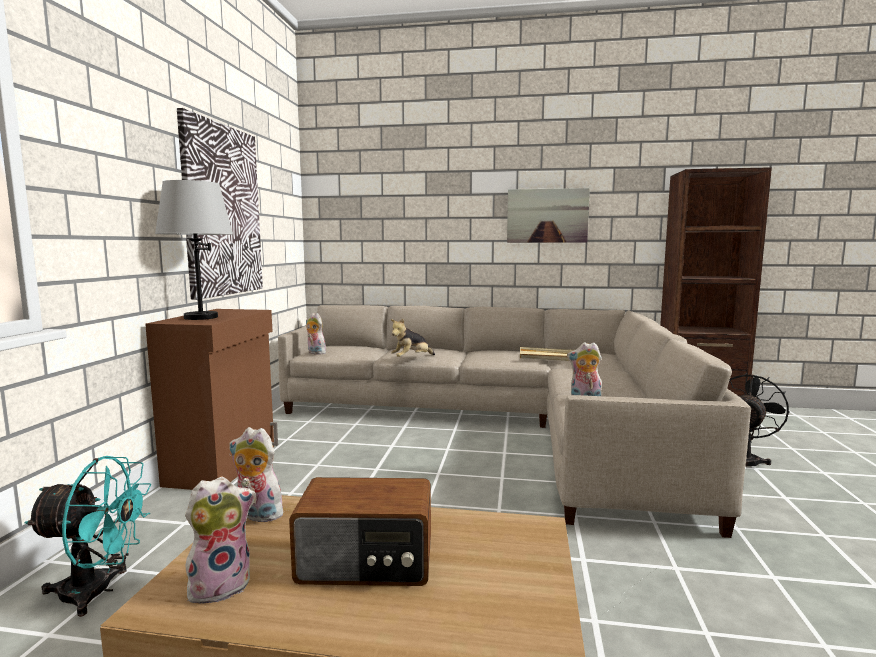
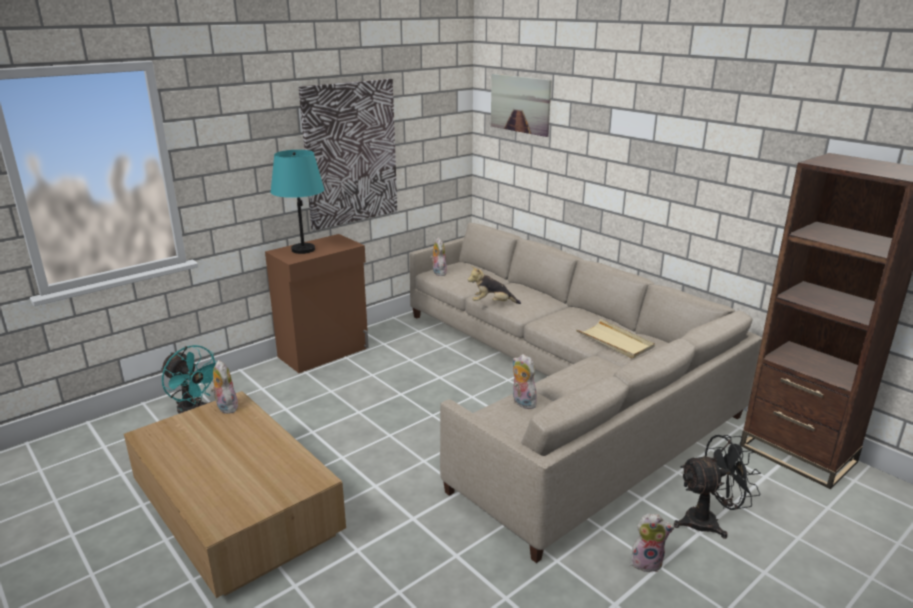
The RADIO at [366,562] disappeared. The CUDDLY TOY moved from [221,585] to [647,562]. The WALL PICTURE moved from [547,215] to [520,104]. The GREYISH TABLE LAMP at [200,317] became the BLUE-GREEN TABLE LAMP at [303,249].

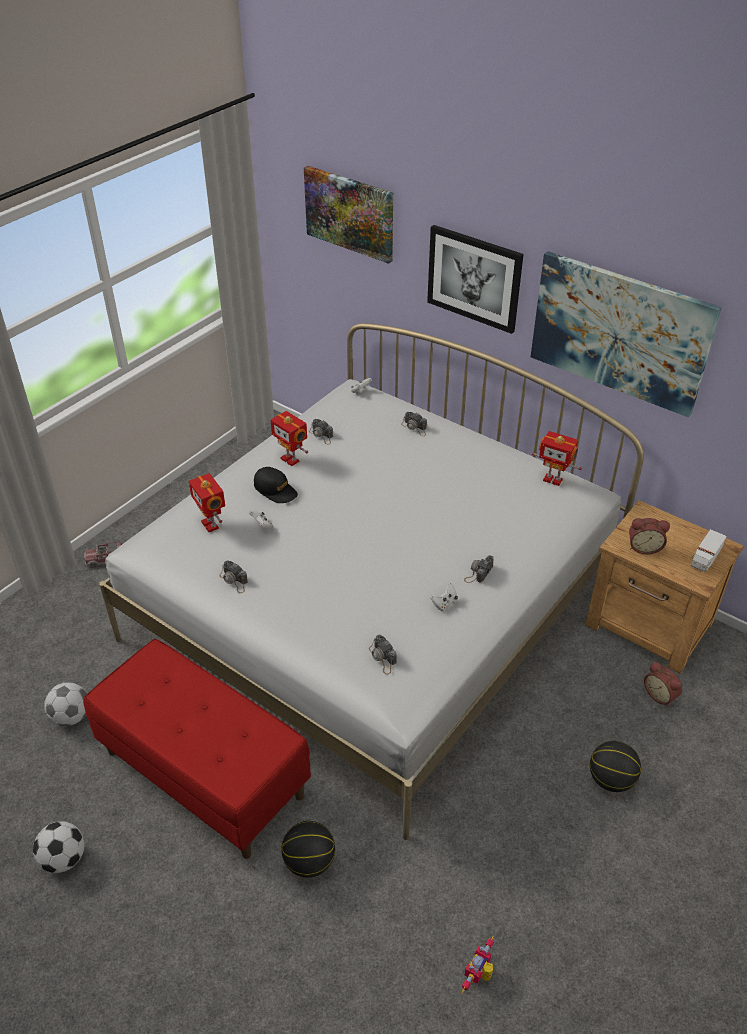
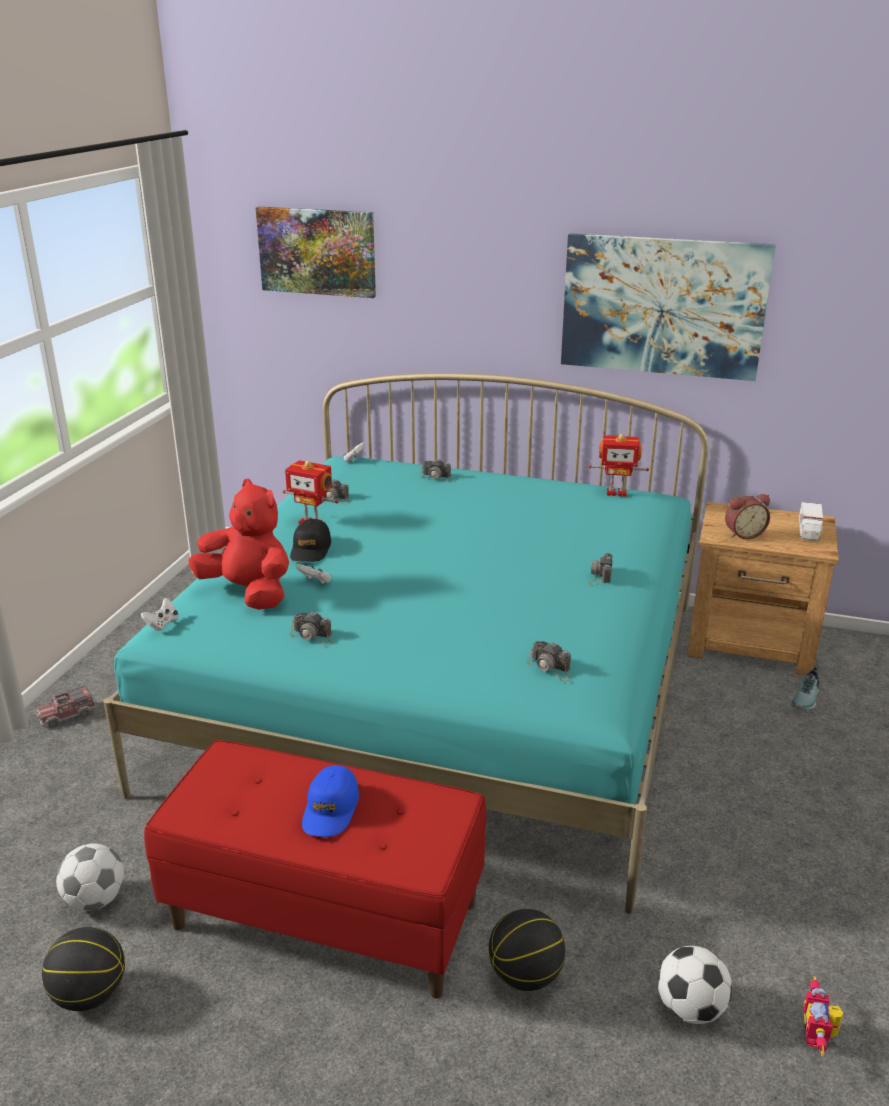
The WALL PICTURE at [474,278] disappeared. The BLUISH PEAKED CAP at [330,809] appeared. The BALL FOR FOOTBALL moved from [64,858] to [690,1008]. The WHITE-COLOURED GAMEPAD moved from [444,603] to [162,624]. The BASKETBALL moved from [611,780] to [90,995]. The TOY ROBOT at [211,524] was replaced by the RED CUDDLY TOY at [248,592]. The TABLE CLOCK at [660,694] was replaced by the ITEM OF FOOTWEAR at [807,698]. The WHITE-COLOURED BED at [374,607] became the BLUE-GREEN BED at [445,690]. The BLACK-COLOURED PEAKED CAP at [275,490] turned 75 degrees clockwise.

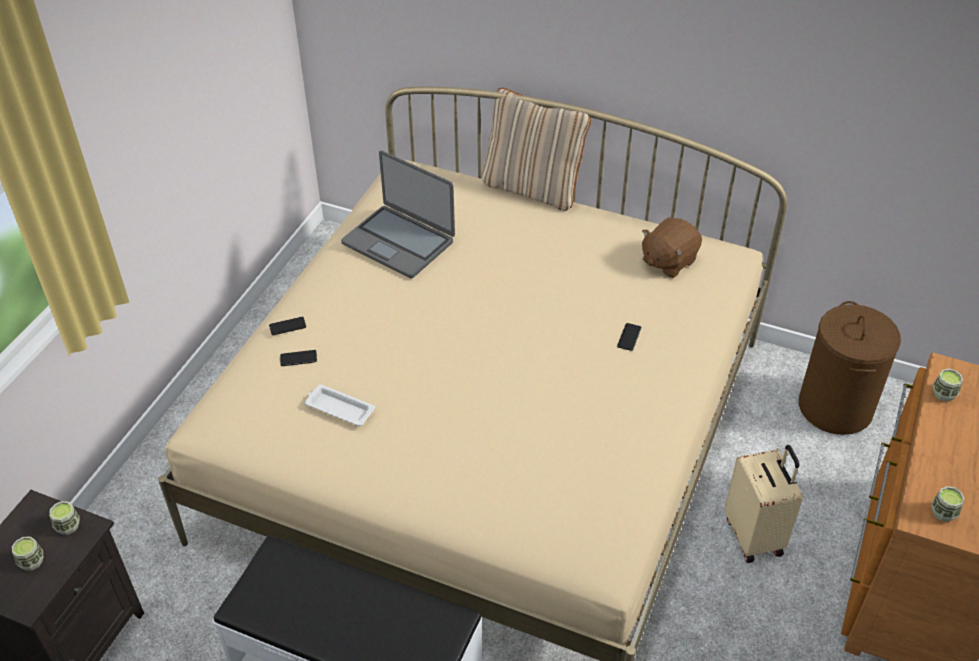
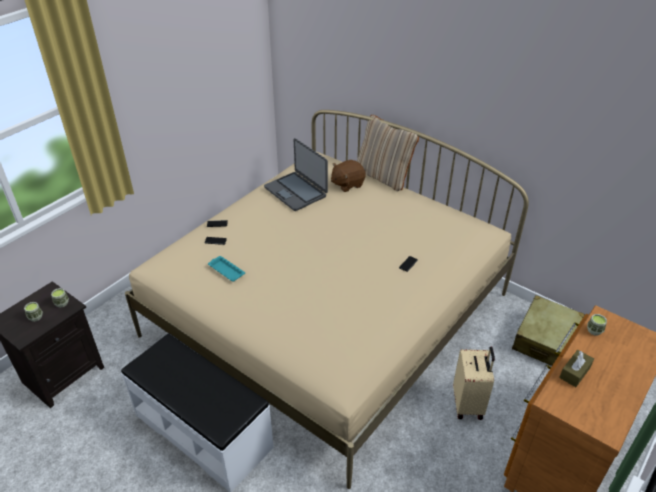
The DRINKING CUP at [943,513] disappeared. The BROWN TISSUE BOX at [574,372] appeared. The BROWN CUDDLY TOY moved from [668,261] to [347,184]. The BROWN HAMPER at [835,407] was replaced by the SAND-COLOURED TRAVEL CASE at [545,340]. The WHITE-COLOURED CARRYING TRAY at [339,408] became the BLUE-GREEN CARRYING TRAY at [226,270].

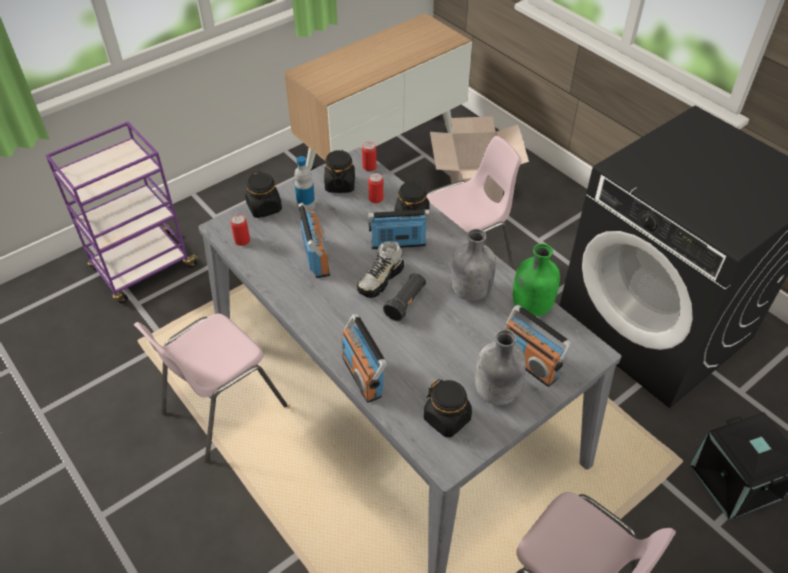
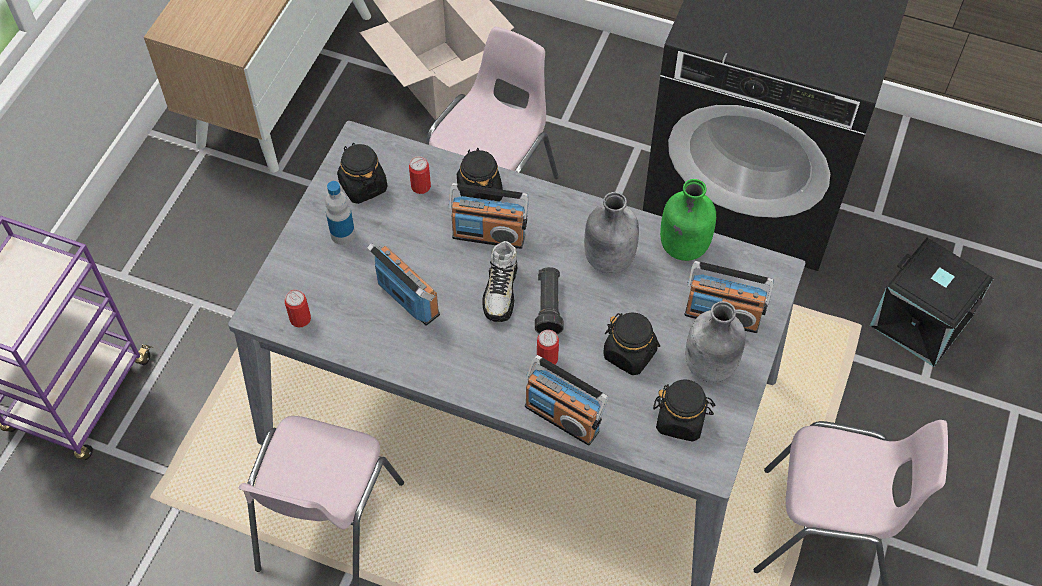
The BLACK-COLOURED JAR moved from [264,208] to [630,354]. The CAN moved from [369,167] to [547,358]. The RADIO at [398,243] turned 135 degrees counterclockwise.

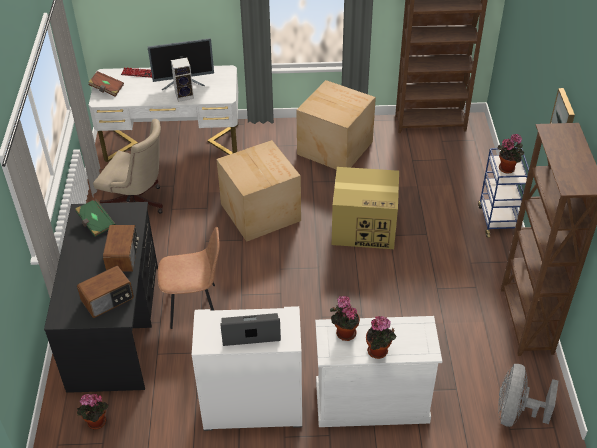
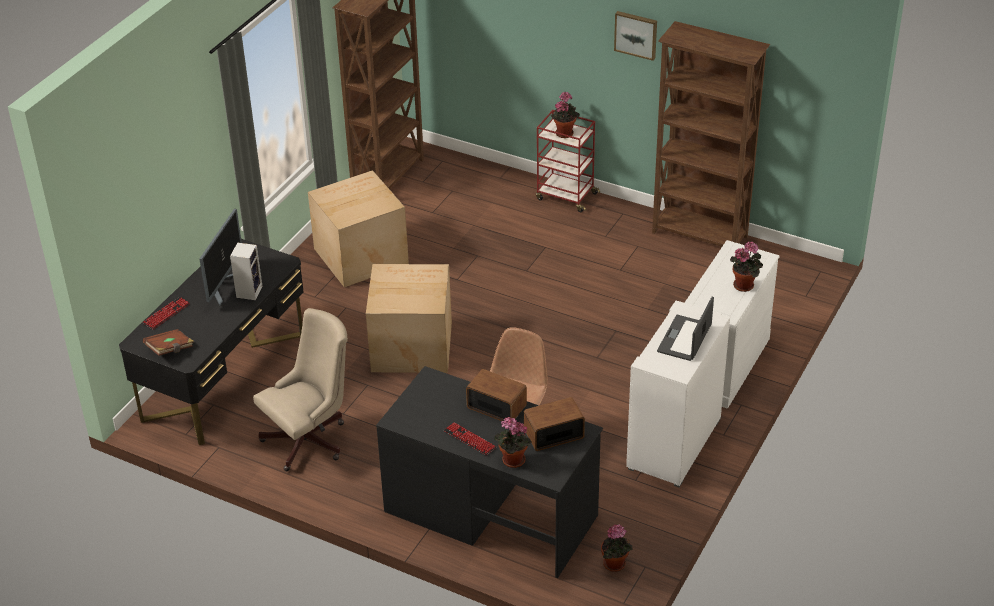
The GREENISH BOUND BOOK at [96,223] disappeared. The PACKING BOX at [365,227] disappeared. The GREYISH COOLING FAN at [516,412] disappeared. The PC KEYBOARD at [469,439] appeared. The HOUSEPLANT moved from [344,333] to [512,461]. The WHITE-COLOURED DESK TABLE at [172,142] became the BLACK-COLOURED DESK TABLE at [224,376]. The BLUISH TROLLEY at [497,220] became the RED TROLLEY at [565,196]. The RADIO at [108,300] turned 105 degrees counterclockwise.

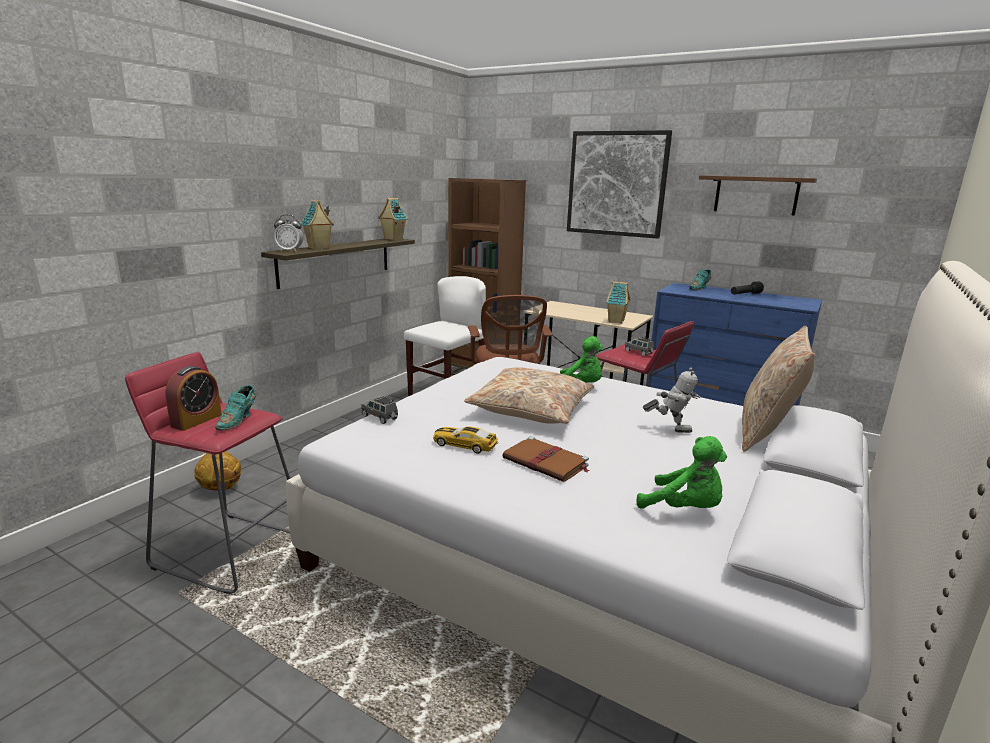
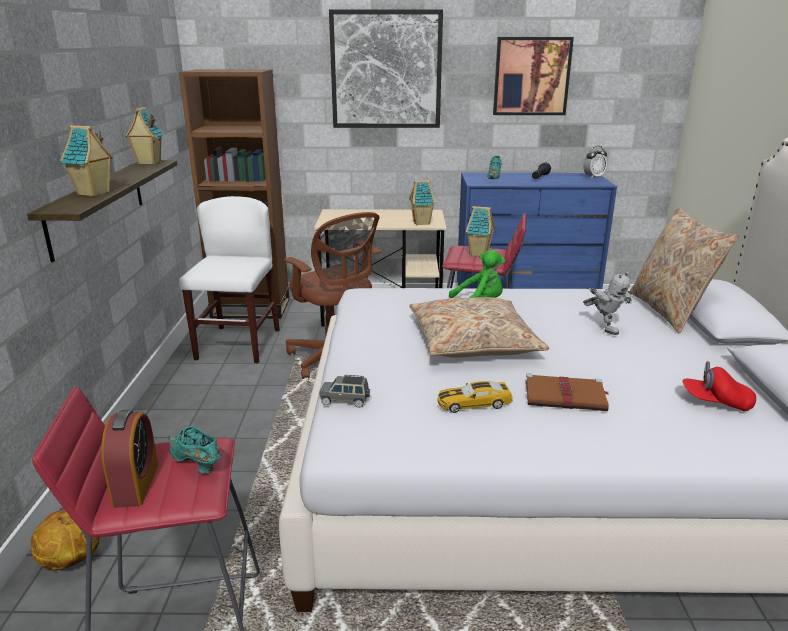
The TABLE CLOCK moved from [290,251] to [593,177]. The GREYISH MINIATURE CAR at [639,352] was replaced by the MINIATURE HOUSE at [479,254]. The GREENISH CUDDLY TOY at [684,509] was replaced by the RED PEAKED CAP at [715,402]. The WALL SHELF at [756,195] was replaced by the WALL PICTURE at [531,76]. The BLUE-GREEN ITEM OF FOOTWEAR at [238,420] turned 150 degrees clockwise. The TOY ROBOT at [669,429] turned 75 degrees clockwise.

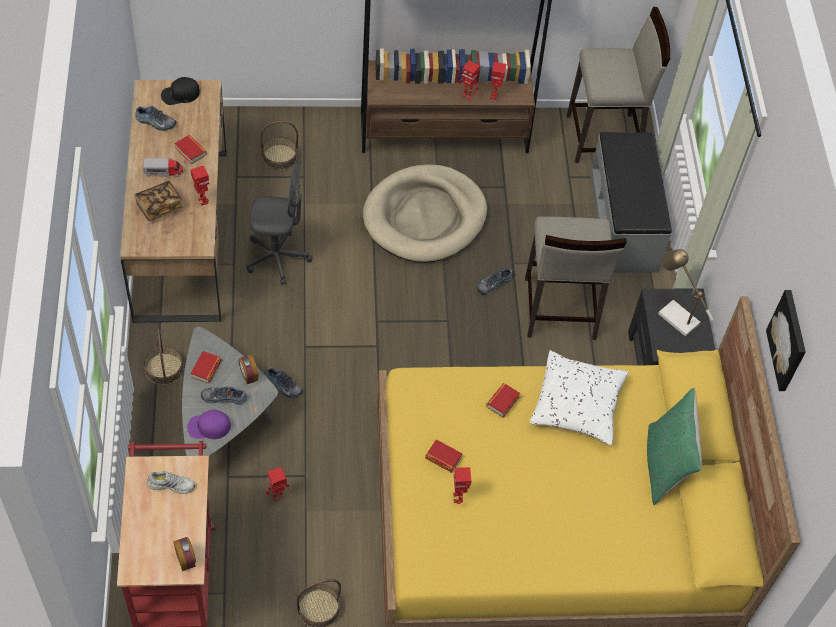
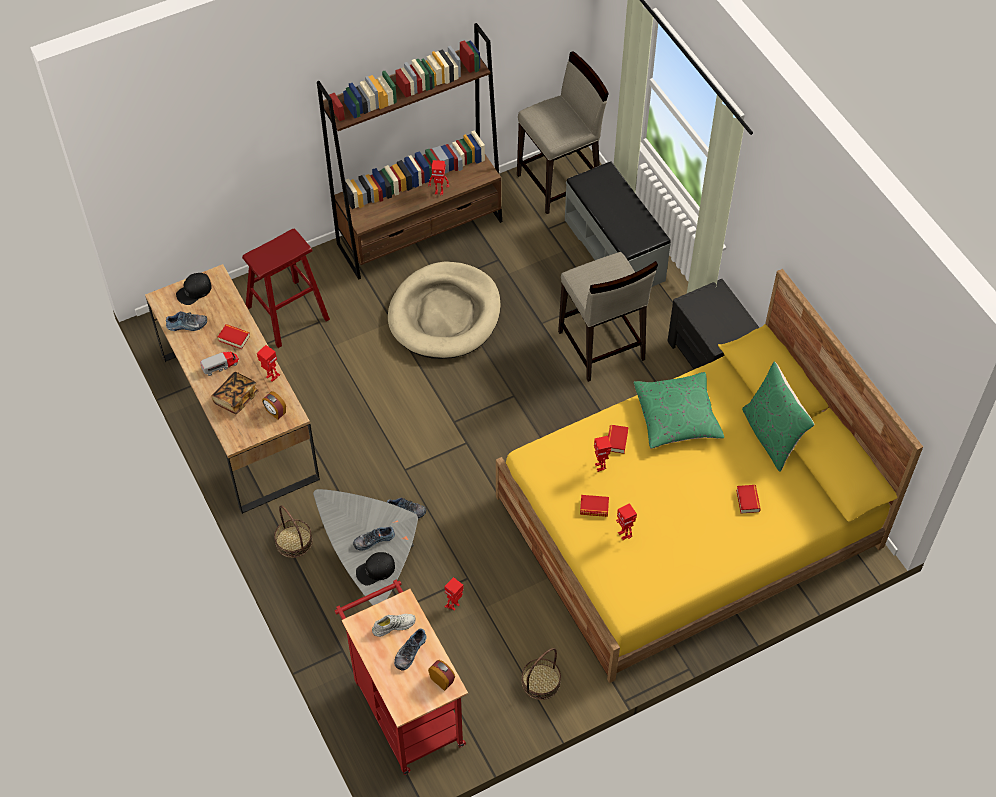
The GREYISH COMPUTER CHAIR at [277,258] disappeared. The TABLE LAMP at [673,316] disappeared. The WALL PICTURE at [789,340] disappeared. The BOUND BOOK moved from [206,369] to [747,500]. The TABLE CLOCK moved from [248,375] to [275,412]. The ITEM OF FOOTWEAR moved from [493,283] to [409,651]. The TOY ROBOT moved from [494,96] to [600,466]. The BASKET at [279,157] was replaced by the RED STOOL SEAT at [287,313]. The PURPLISH PEAKED CAP at [208,427] became the BLACK-COLOURED PEAKED CAP at [375,570]. The WHITE-COLOURED CUSHION at [577,405] became the GREENISH CUSHION at [676,417].

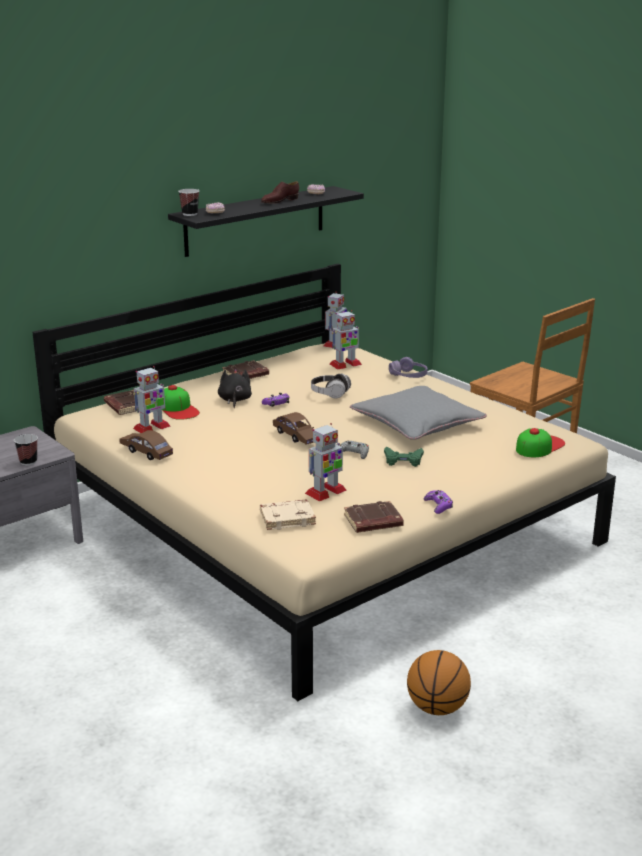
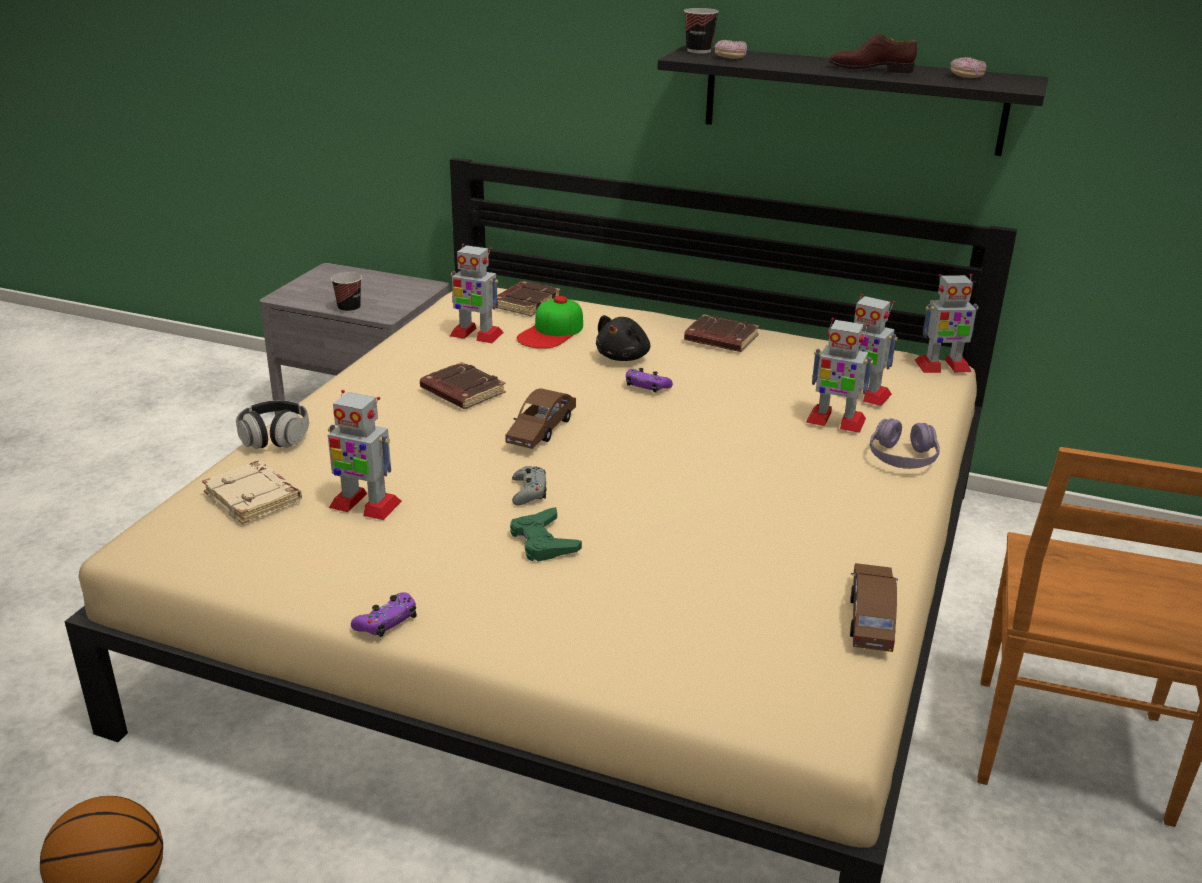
The GREYISH CUSHION at [417,422] disappeared. The PEAKED CAP at [539,446] disappeared. The TOY ROBOT at [834,420] appeared. The BROWN MINIATURE CAR moved from [146,452] to [871,616]. The HEADSET moved from [330,393] to [274,437]. The BROWN BOUND BOOK moved from [373,522] to [461,392]. The BLACK-COLOURED CUDDLY TOY at [234,400] turned 150 degrees clockwise.

